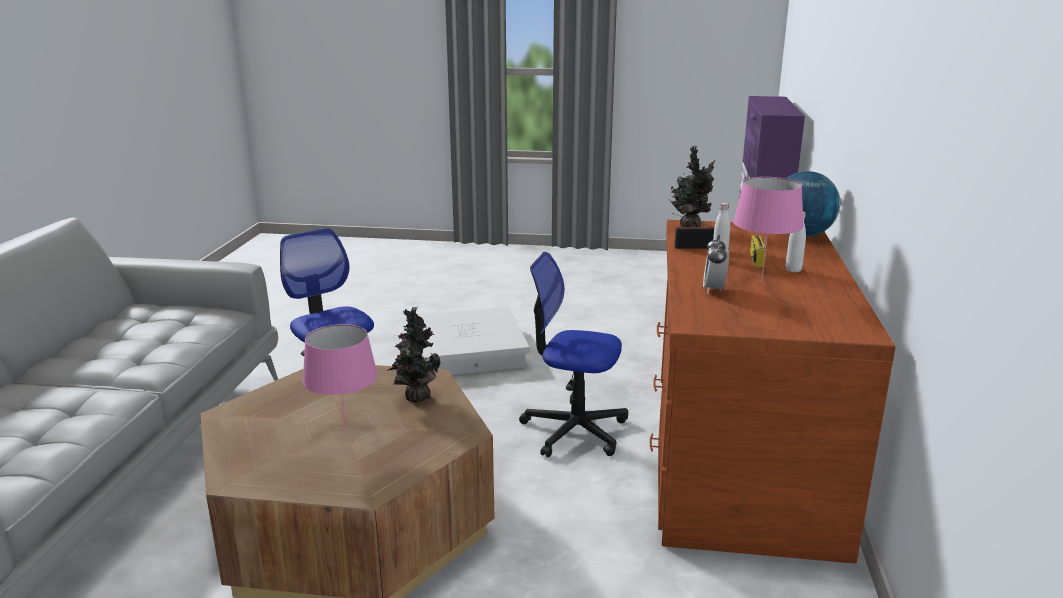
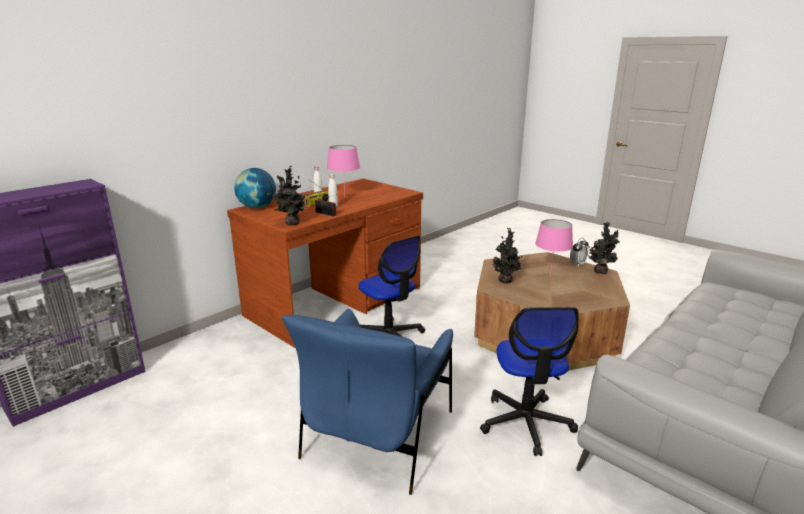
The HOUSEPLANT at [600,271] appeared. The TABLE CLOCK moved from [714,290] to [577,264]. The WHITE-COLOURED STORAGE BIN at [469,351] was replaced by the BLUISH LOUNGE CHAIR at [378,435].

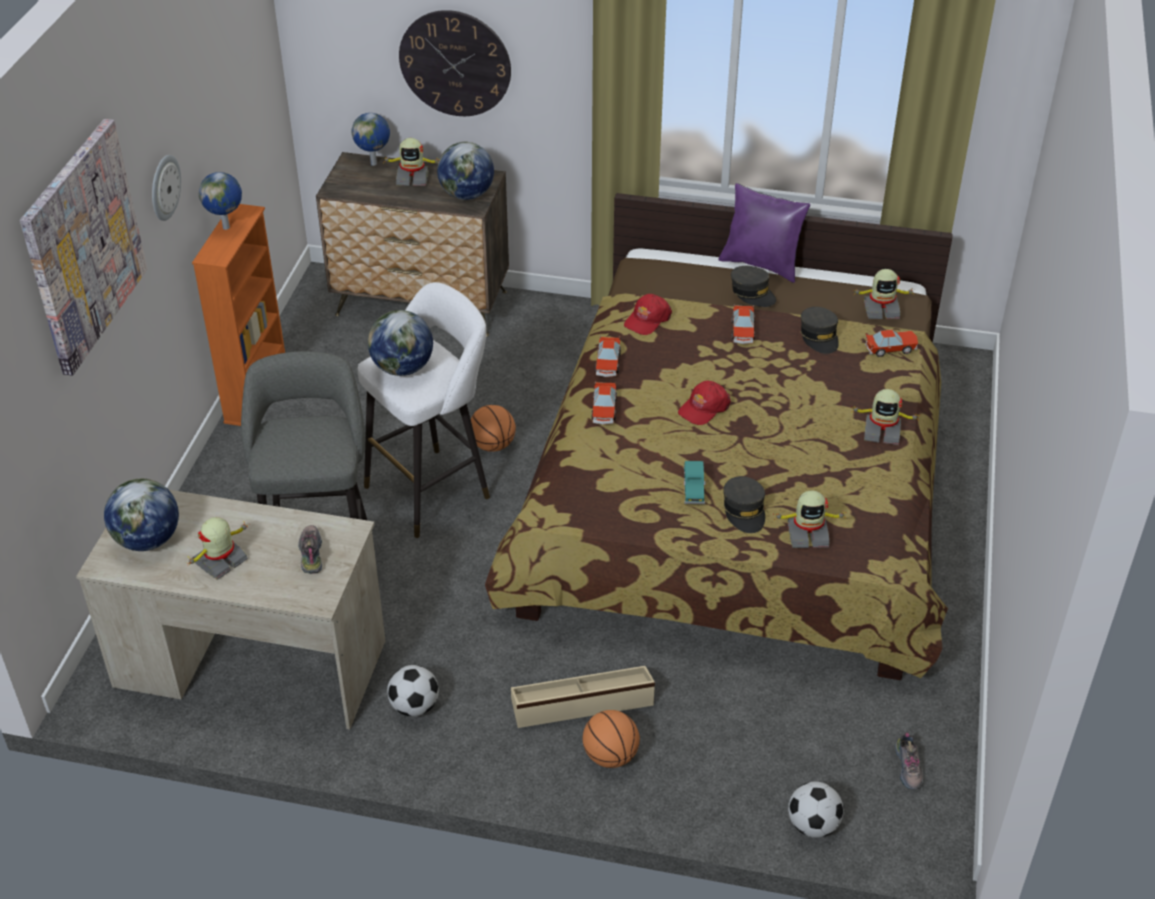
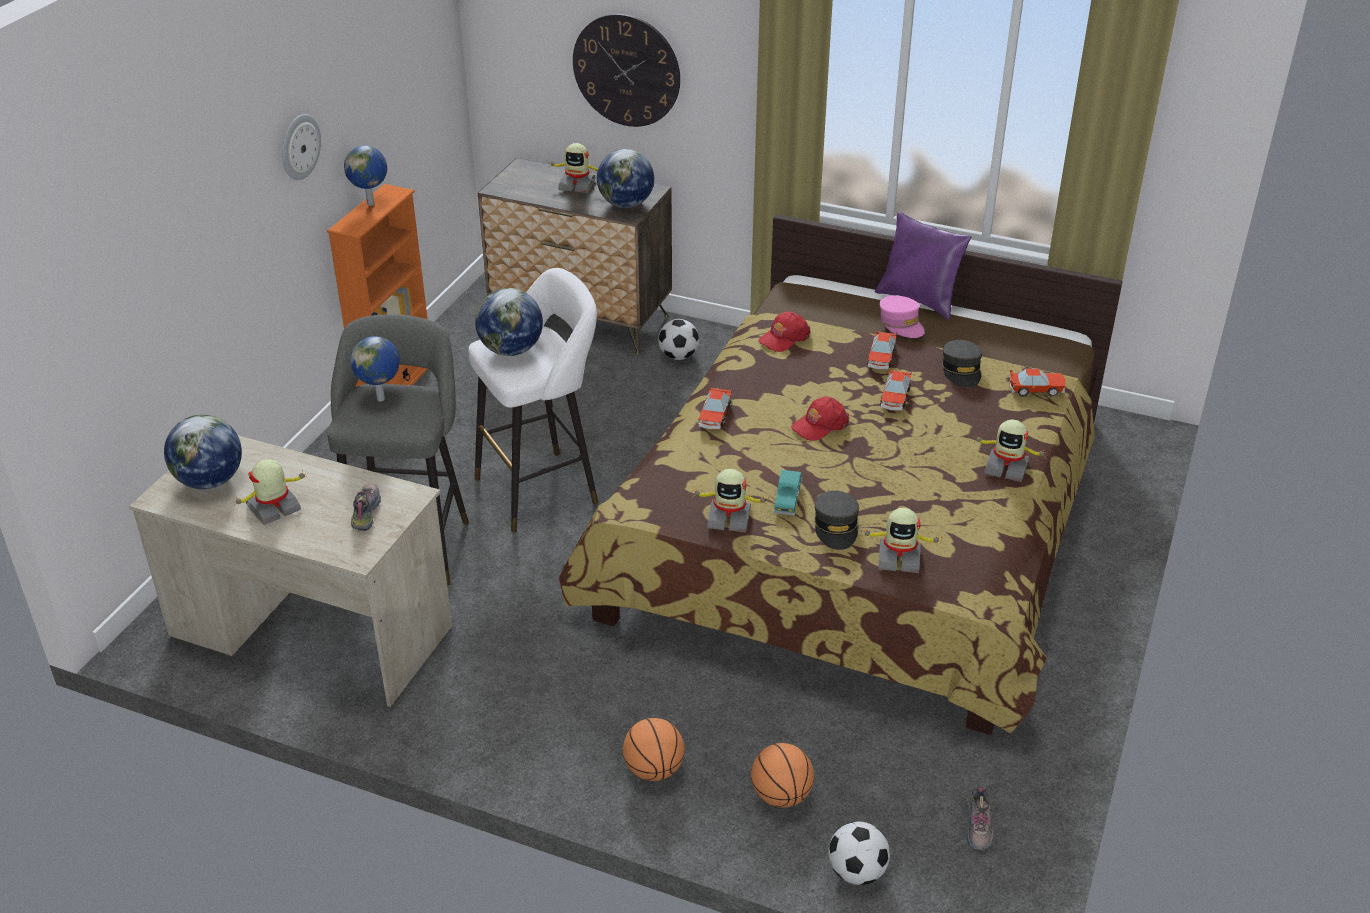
The WALL PICTURE at [83,246] disappeared. The SAND-COLOURED STORAGE BIN at [582,703] disappeared. The DESK GLOBE moved from [374,163] to [381,399]. The BALL FOR FOOTBALL moved from [414,706] to [678,356]. The BASKETBALL moved from [493,445] to [781,796]. The MINIATURE CAR moved from [607,363] to [895,398]. The TOY ROBOT moved from [881,309] to [729,518]. The GREYISH PEAKED CAP at [752,293] became the PINK-COLOURED PEAKED CAP at [901,324].

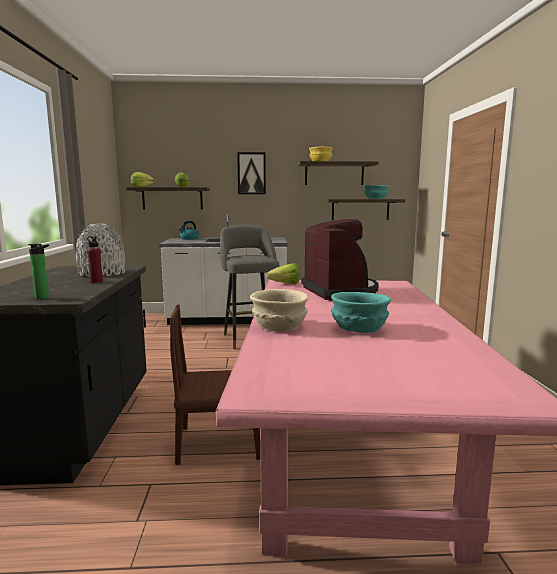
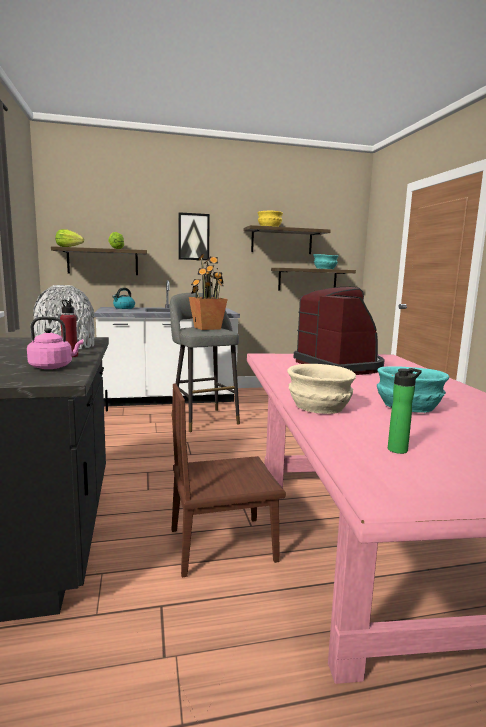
The LETTUCE at [282,284] disappeared. The PINK-COLOURED WATER KETTLE at [53,367] appeared. The HOUSEPLANT at [207,328] appeared. The DRINK BOTTLE moved from [44,297] to [399,449].

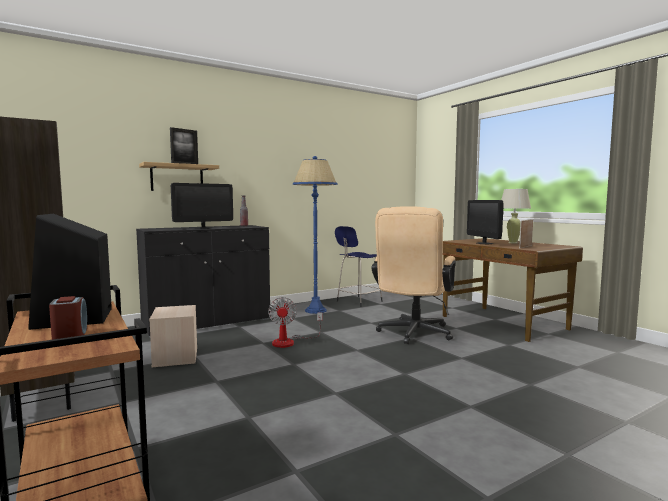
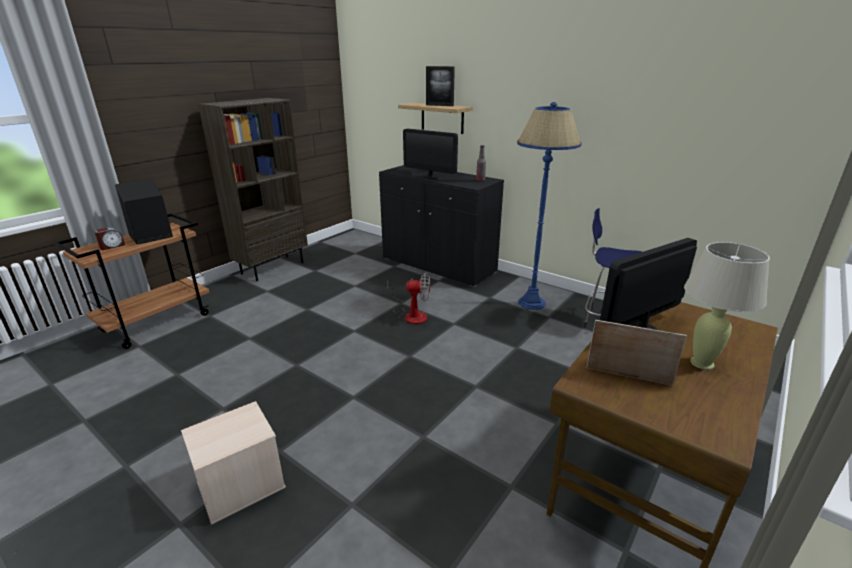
The SAND-COLOURED COMPUTER CHAIR at [413,334] disappeared. The SAND-COLOURED STORAGE BIN moved from [176,357] to [240,486]. The COOLING FAN at [290,342] turned 150 degrees counterclockwise.

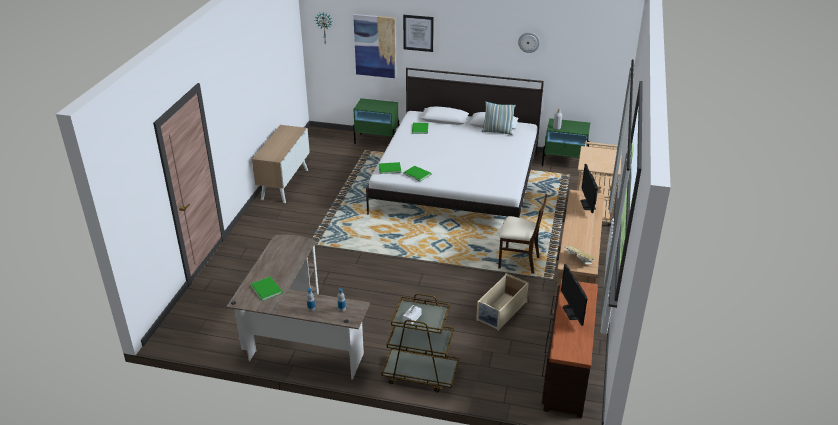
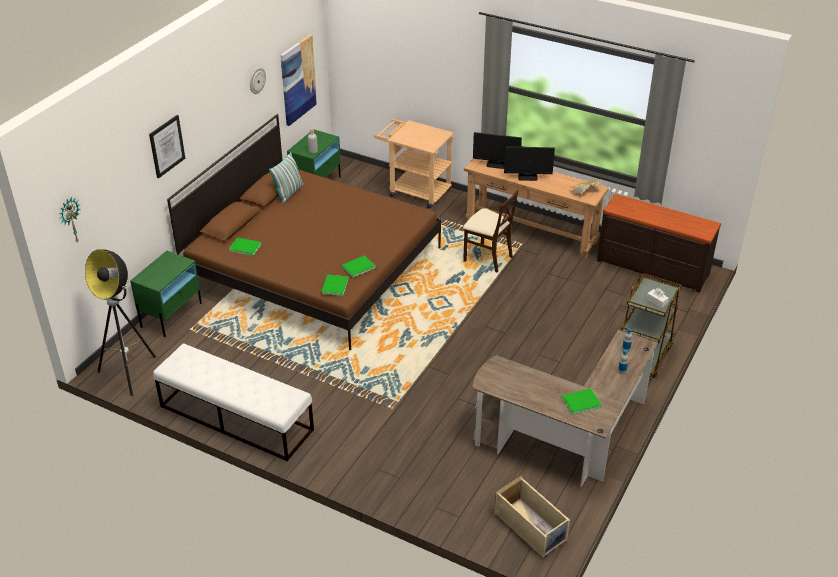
The STANDING LAMP at [130,374] appeared. The WALL PICTURE moved from [375,46] to [298,80]. The SAND-COLOURED STORAGE BIN moved from [501,311] to [531,527]. The COMPUTER SCREEN moved from [572,312] to [527,177]. The CUPBOARD at [284,184] was replaced by the WHITE-COLOURED LONG SEAT at [235,418]. The WHITE-COLOURED BED at [457,182] became the BROWN BED at [314,267]. The SAND-COLOURED PLAIN CHAIR at [518,262] turned 90 degrees clockwise.

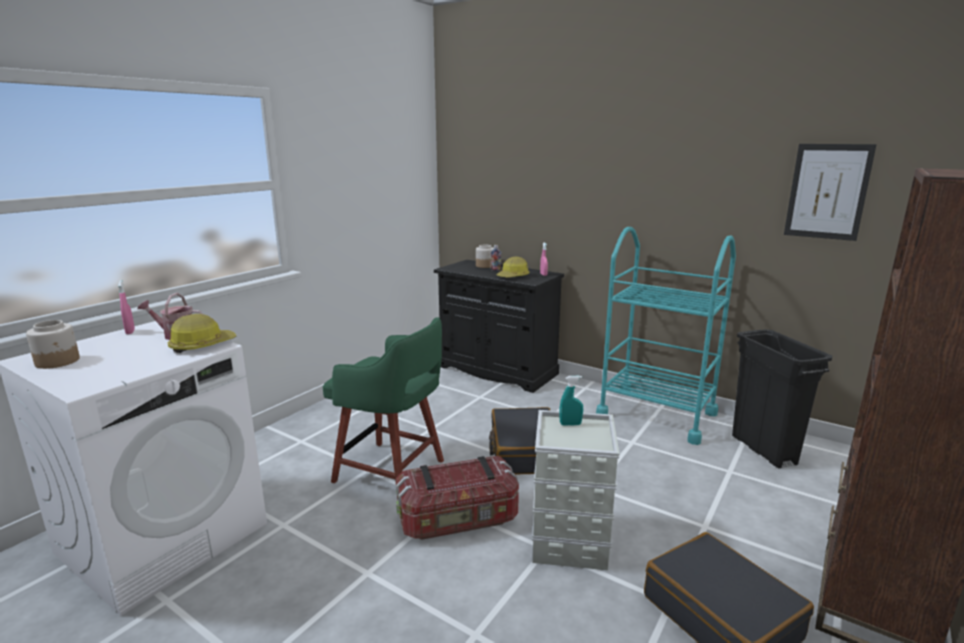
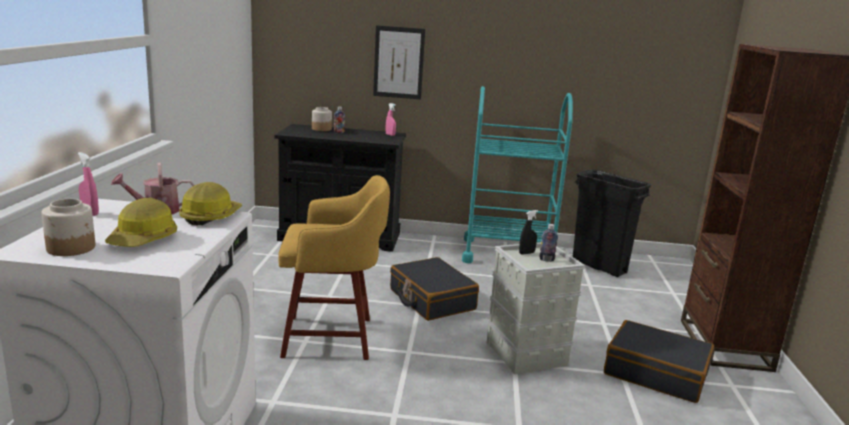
The STORAGE BIN at [458,520] disappeared. The DRINK BOTTLE at [546,260] appeared. The WORK HELMET moved from [513,276] to [144,239]. The WALL PICTURE moved from [827,191] to [398,62]. The GREENISH STOOL SEAT at [392,472] became the YELLOWISH STOOL SEAT at [332,338]. The BLUE-GREEN SPRAY BOTTLE at [570,424] became the BLACK-COLOURED SPRAY BOTTLE at [526,253].

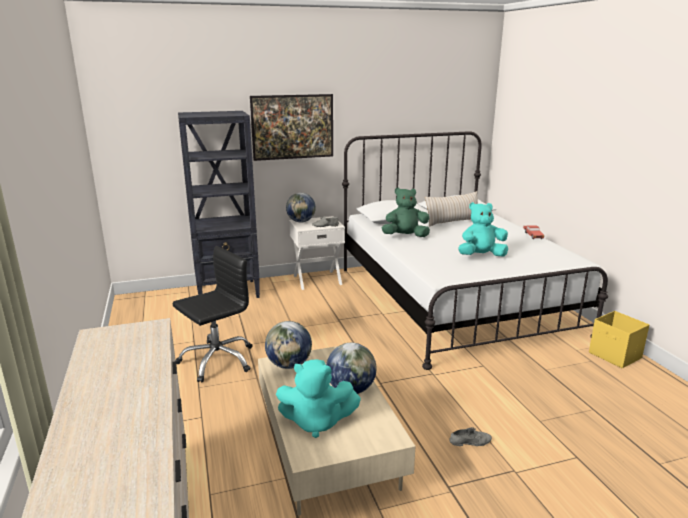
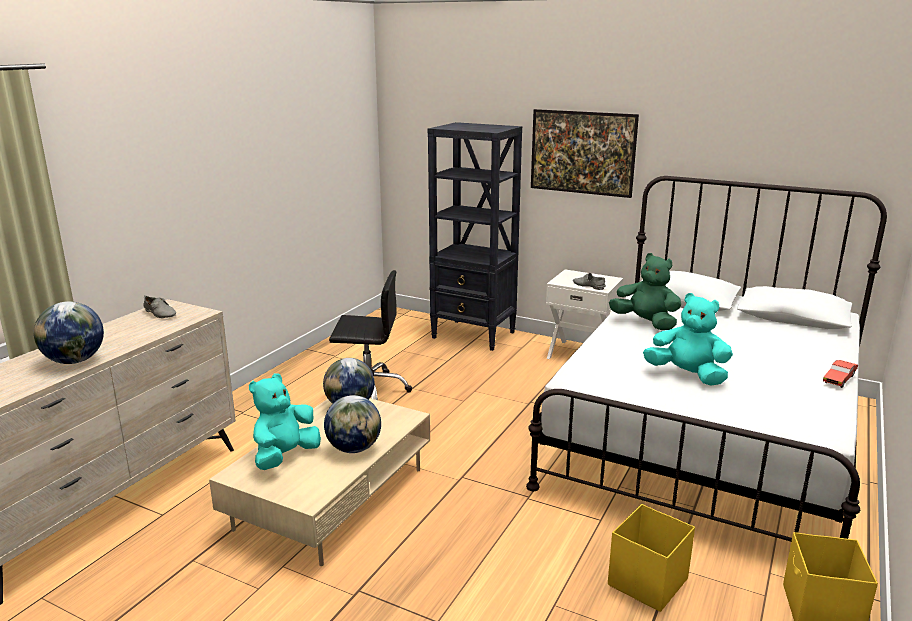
The SAND-COLOURED CUSHION at [452,221] disappeared. The YELLOWISH STORAGE BIN at [646,582] appeared. The DESK GLOBE moved from [301,221] to [75,361]. The GREYISH ITEM OF FOOTWEAR moved from [470,441] to [160,313]. The BLUE-GREEN CUDDLY TOY at [316,422] turned 75 degrees clockwise.

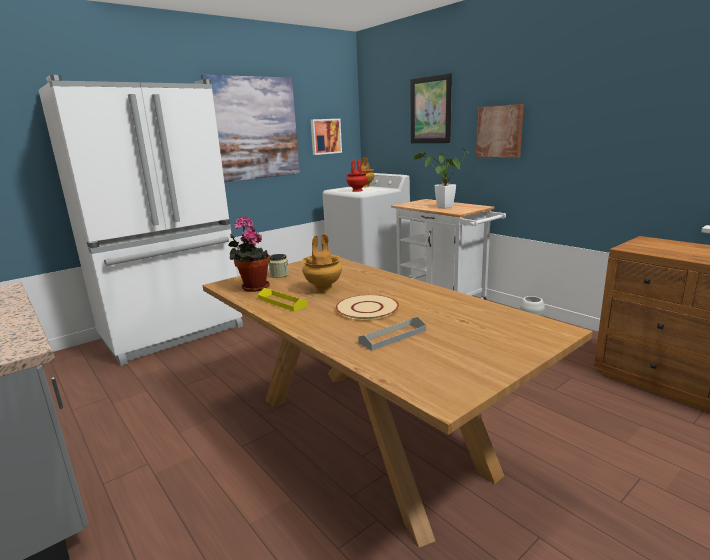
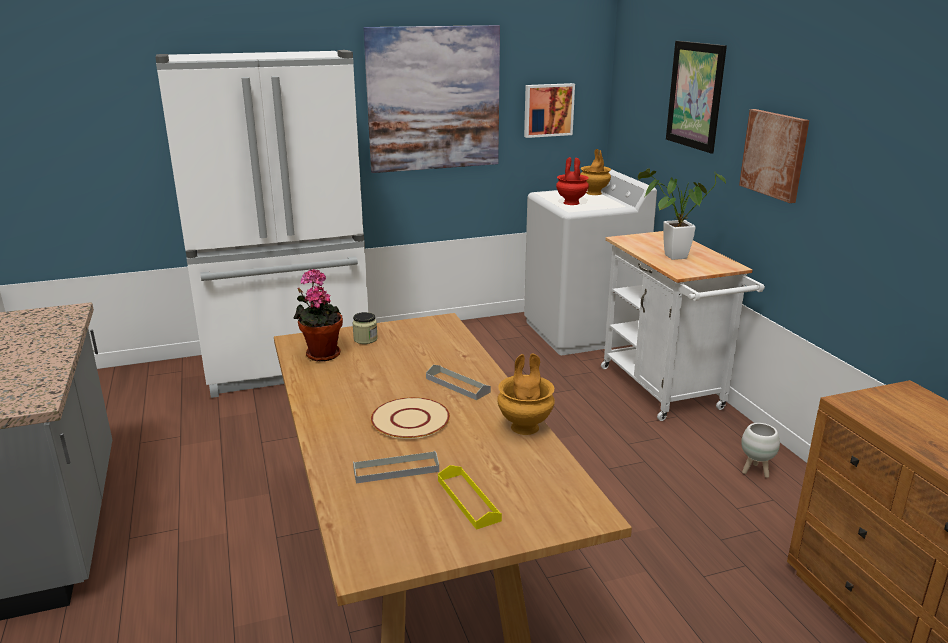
The GREYISH CARRYING TRAY at [457,385] appeared. The YELLOWISH CARRYING TRAY moved from [282,302] to [468,500]. The BROWN VASE moved from [324,289] to [525,427].

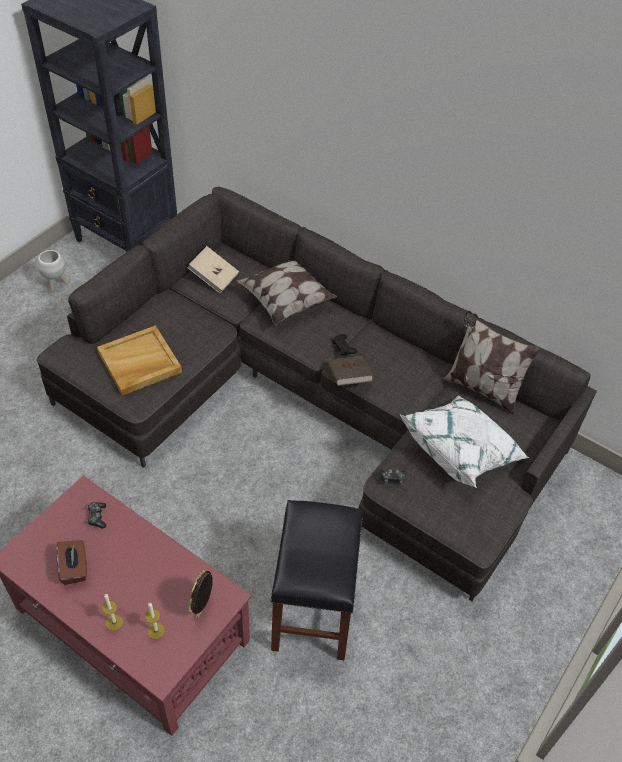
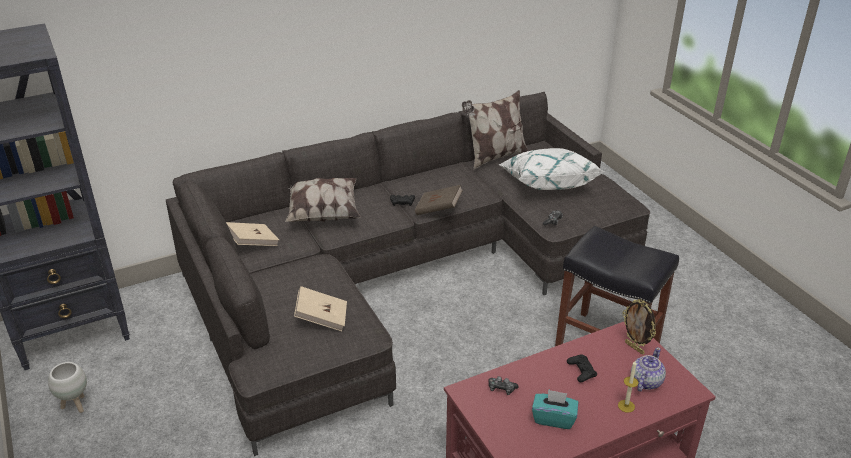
The BLACK-COLOURED GAMEPAD at [581,371] appeared. The SAND-COLOURED CARRYING TRAY at [139,363] was replaced by the SAND-COLOURED BOUND BOOK at [322,318]. The WAX CANDLE at [156,631] was replaced by the TEAPOT at [645,382]. The BROWN TISSUE BOX at [74,568] became the BLUE-GREEN TISSUE BOX at [553,418].

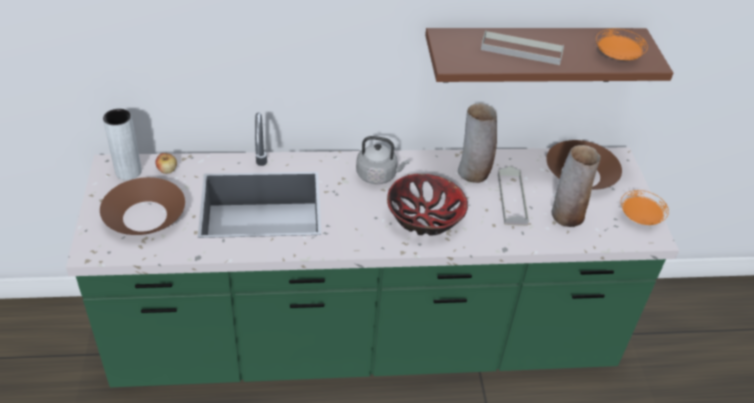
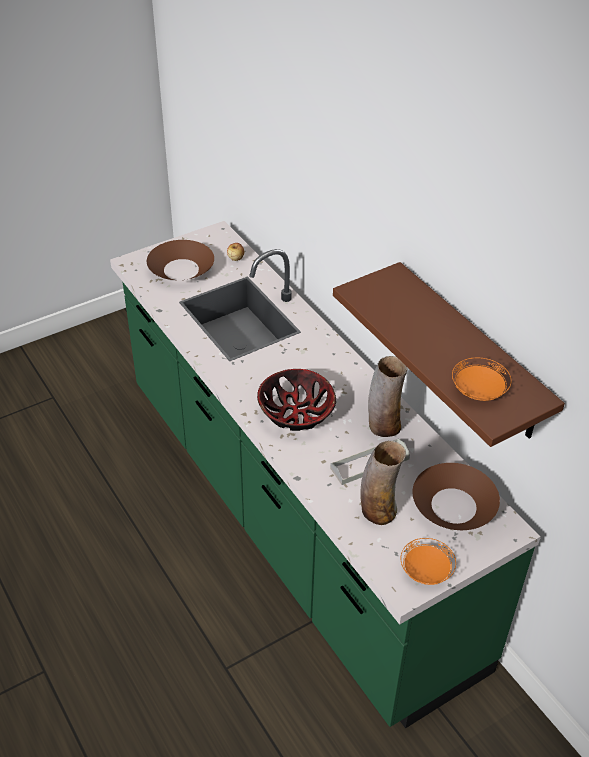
The GREYISH VASE at [128,171] disappeared. The GREYISH WATER KETTLE at [378,175] disappeared. The GREYISH CARRYING TRAY at [521,50] disappeared.

